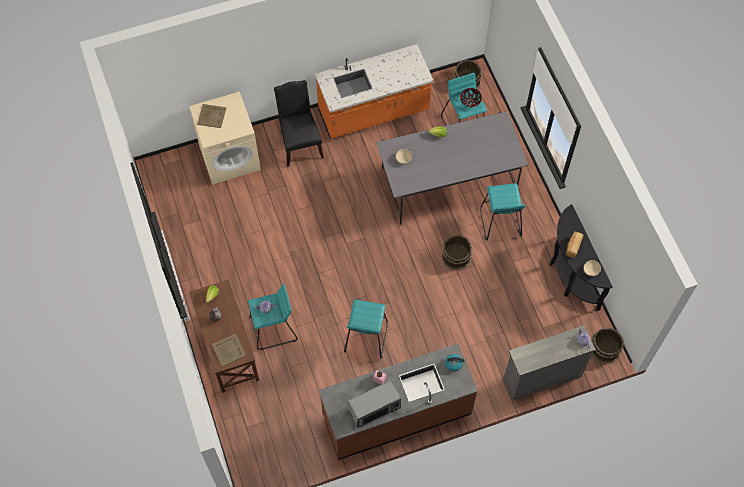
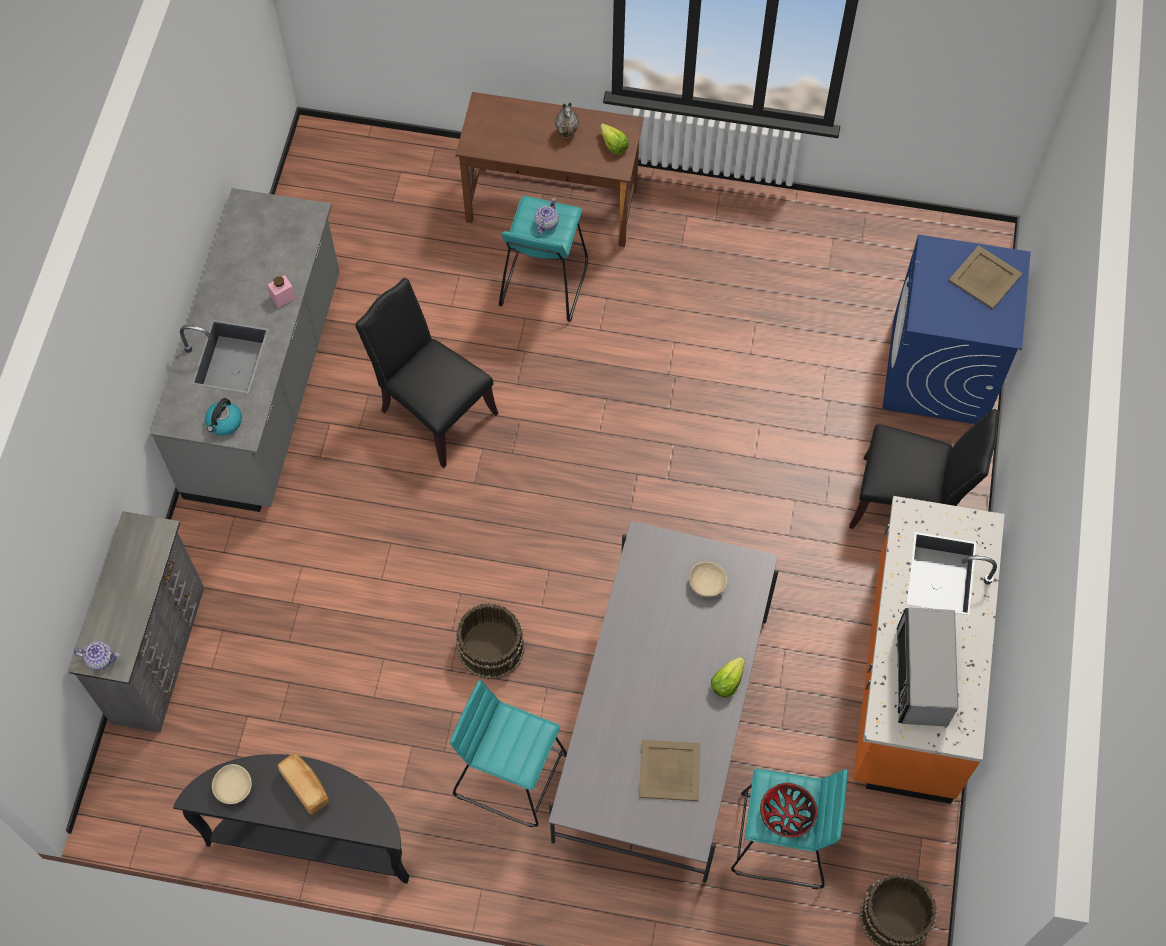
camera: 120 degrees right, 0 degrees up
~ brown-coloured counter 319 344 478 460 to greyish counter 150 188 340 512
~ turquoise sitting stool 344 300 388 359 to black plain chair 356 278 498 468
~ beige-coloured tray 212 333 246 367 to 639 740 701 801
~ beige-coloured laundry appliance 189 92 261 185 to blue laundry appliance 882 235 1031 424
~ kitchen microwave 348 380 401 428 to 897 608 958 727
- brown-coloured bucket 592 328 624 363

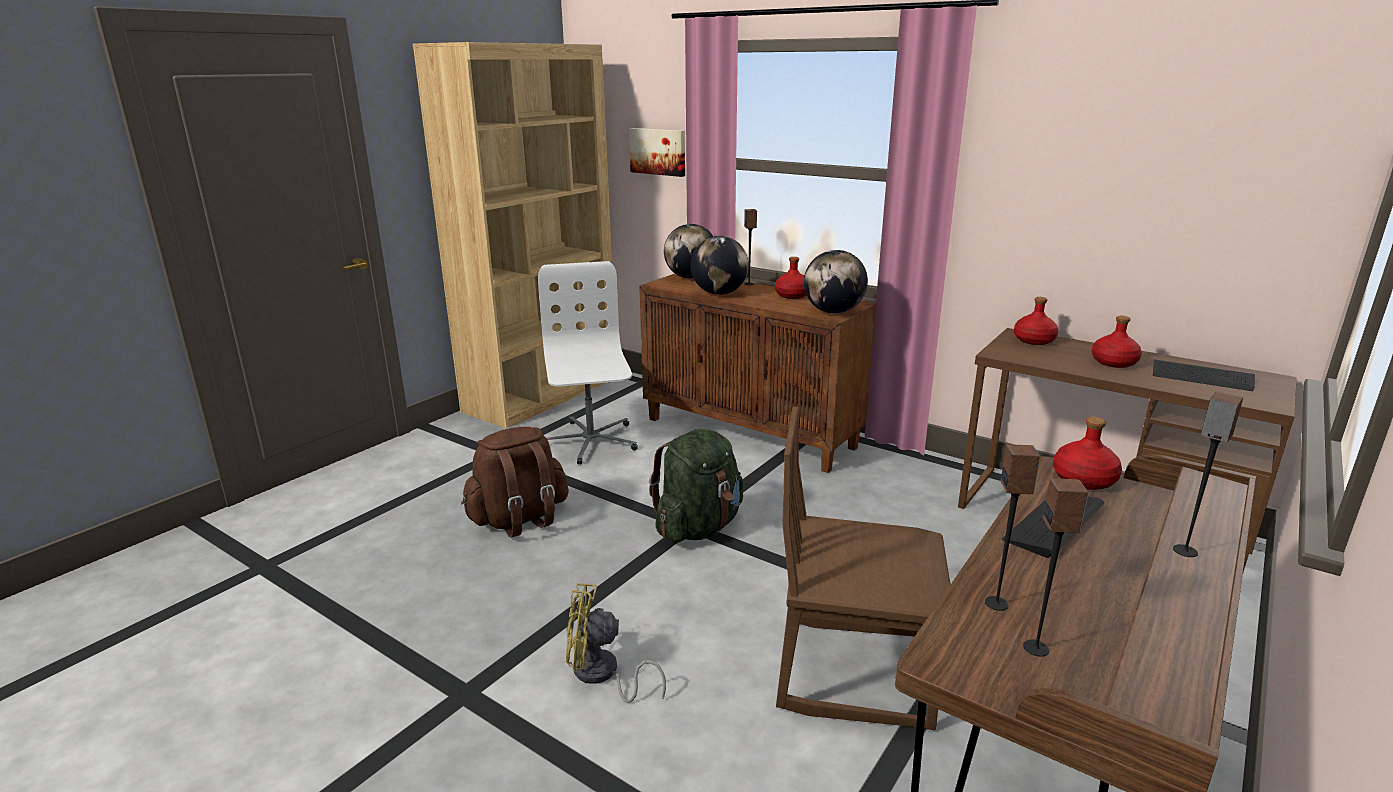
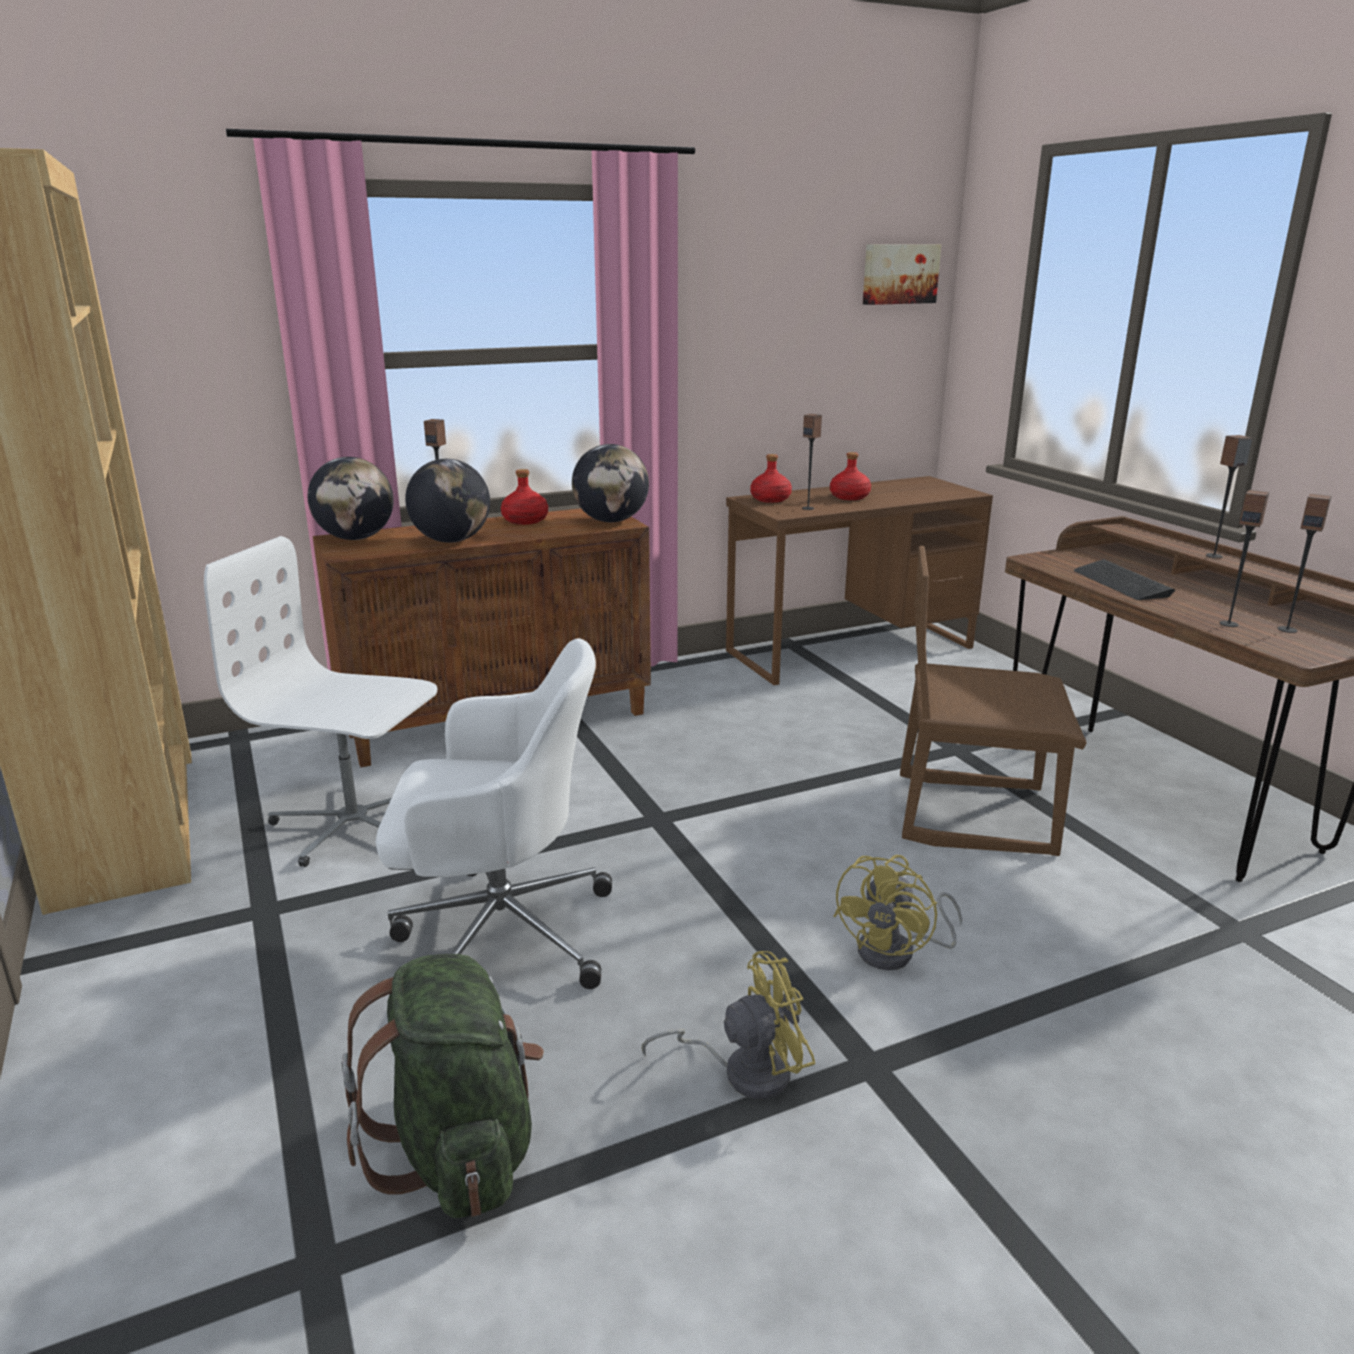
camera: 60 degrees left, 0 degrees up
~ greenish backpack 649 429 743 542 to 342 954 544 1218
~ brown-coloured backpack 461 427 569 538 to white-coloured desk chair 375 638 612 989
+ yellow-coloured cooling fan 641 951 815 1099
+ loudspeaker 802 414 822 510
~ wall art 629 128 685 177 to 863 244 941 305
~ brown-coloured plain chair 776 407 951 730 = 900 546 1087 856 60 degrees clockwise
- red-coloured beverage bottle 1053 417 1122 490
- PC keyboard 1153 360 1255 391

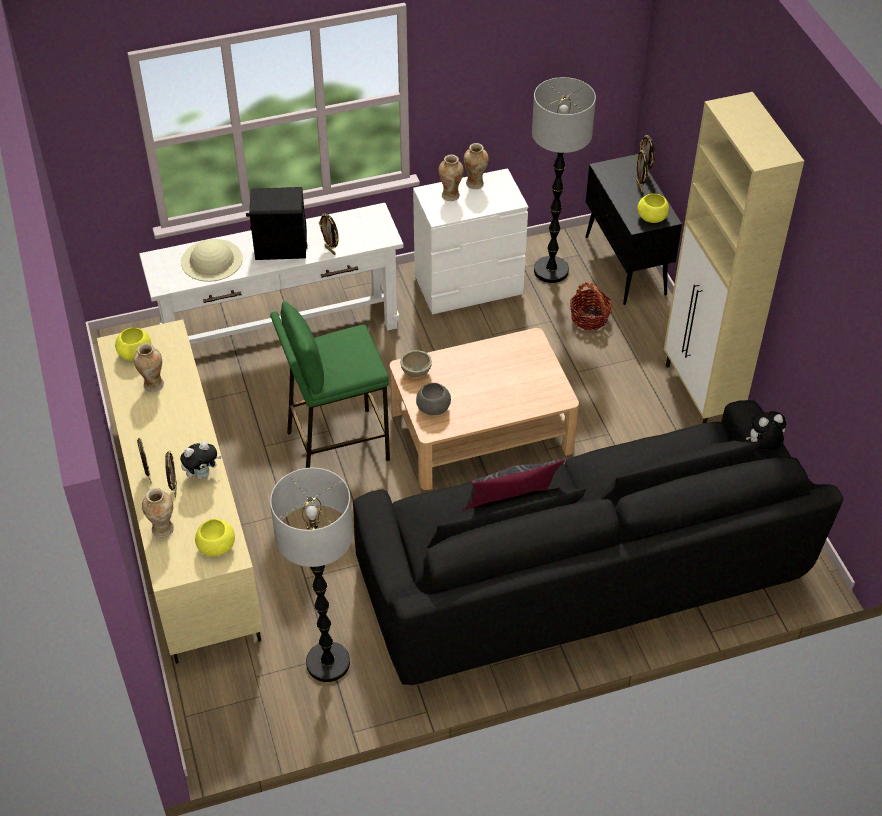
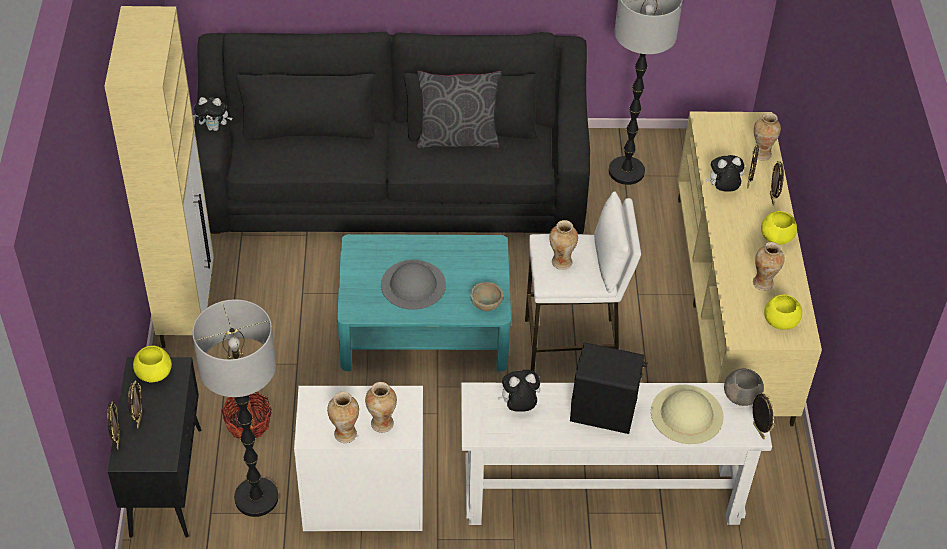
camera: 165 degrees left, 0 degrees up
~ beige-coloured lounge table 389 328 579 490 to turquoise lounge table 337 234 511 372
+ greyish hat 381 260 446 310
+ soft toy 497 370 540 412
~ greenish sitting stool 270 302 390 468 to white-coloured sitting stool 525 191 641 371
+ decorative vase 549 220 578 270
~ greyish deep dish 416 383 451 415 to 724 369 764 406
~ standing frame 319 214 339 255 to 753 392 775 440
~ yellow-coloured deep dish 195 519 235 556 to 761 211 797 245

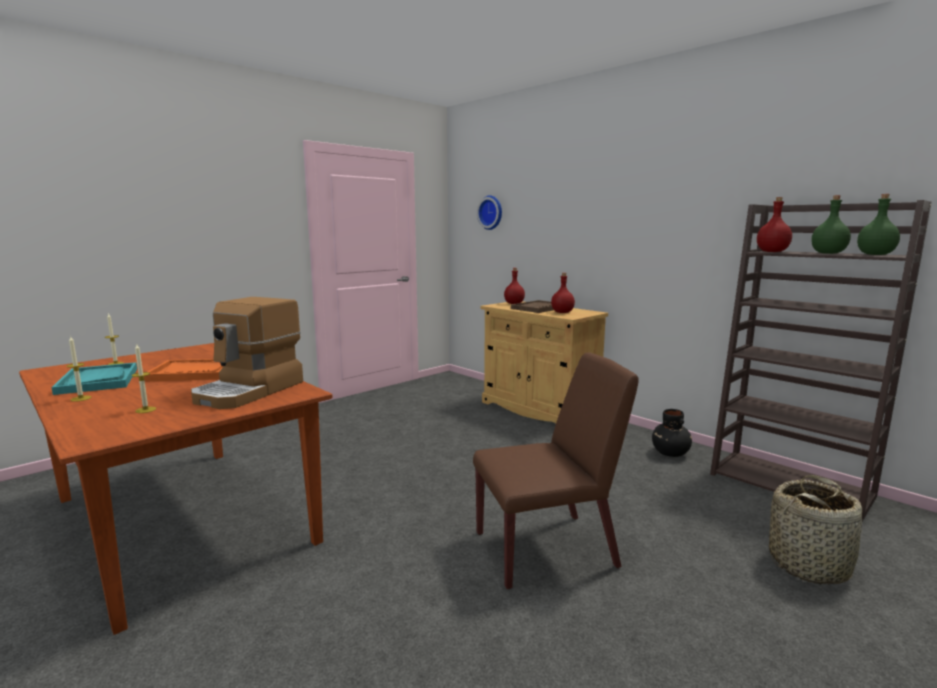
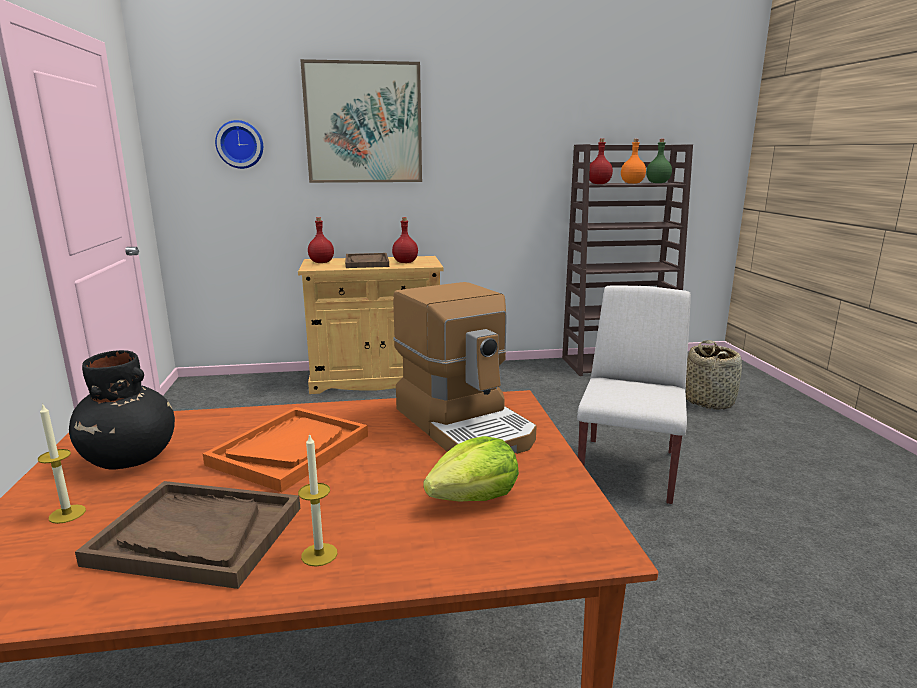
camera: 55 degrees left, 5 degrees up
~ black decorative vase 652 409 692 457 to 69 350 175 470
~ turquoise tray 51 362 137 395 to brown-coloured tray 75 481 300 589
+ wall art 300 59 422 183
~ wax candle 132 343 156 413 to head of lettuce 423 436 519 502
~ brown-coloured plain chair 473 352 639 589 to white-coloured plain chair 577 285 691 505
~ greenish beverage bottle 811 195 851 254 to orange beverage bottle 621 139 646 184

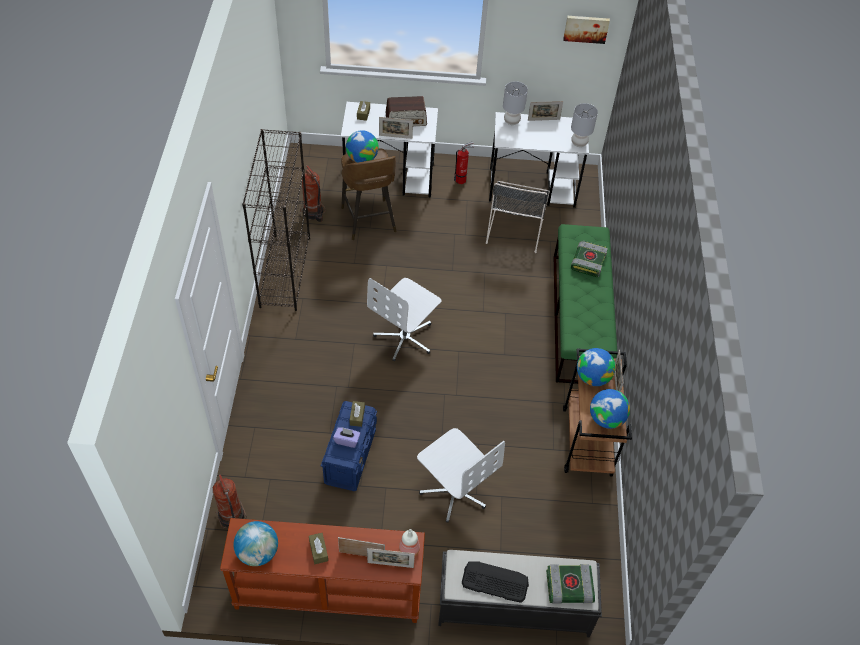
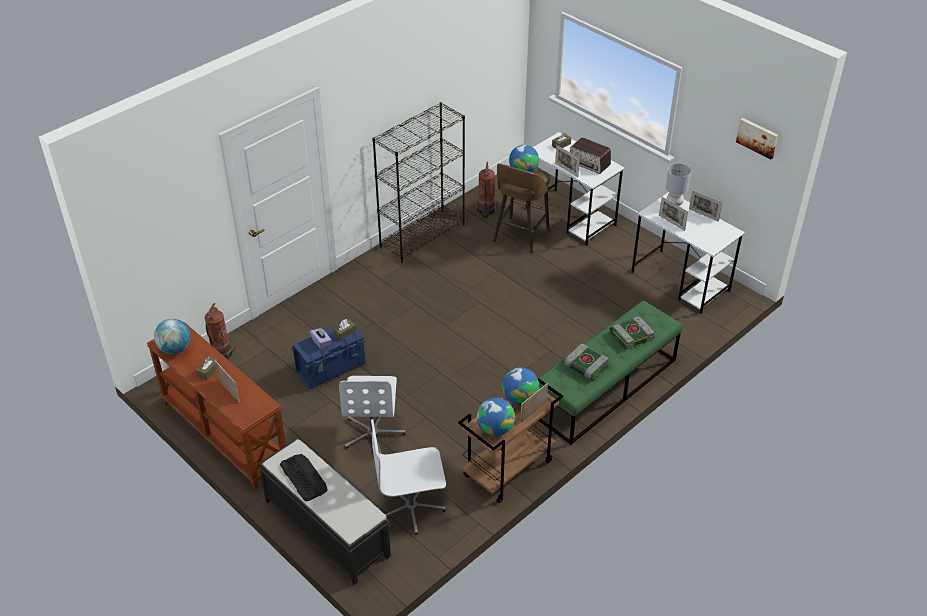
camera: 45 degrees right, 10 degrees down
~ white-coloured desk chair 367 278 441 361 to 371 419 446 535
~ bound book 546 564 595 603 to 563 343 609 381
~ standing frame 367 548 415 568 to 659 197 688 231
- beverage bottle 399 529 420 556
- fire-fighting cylinder 454 142 474 184
- black plain chair 486 181 550 253
- greyish lamp for a table 571 103 598 147

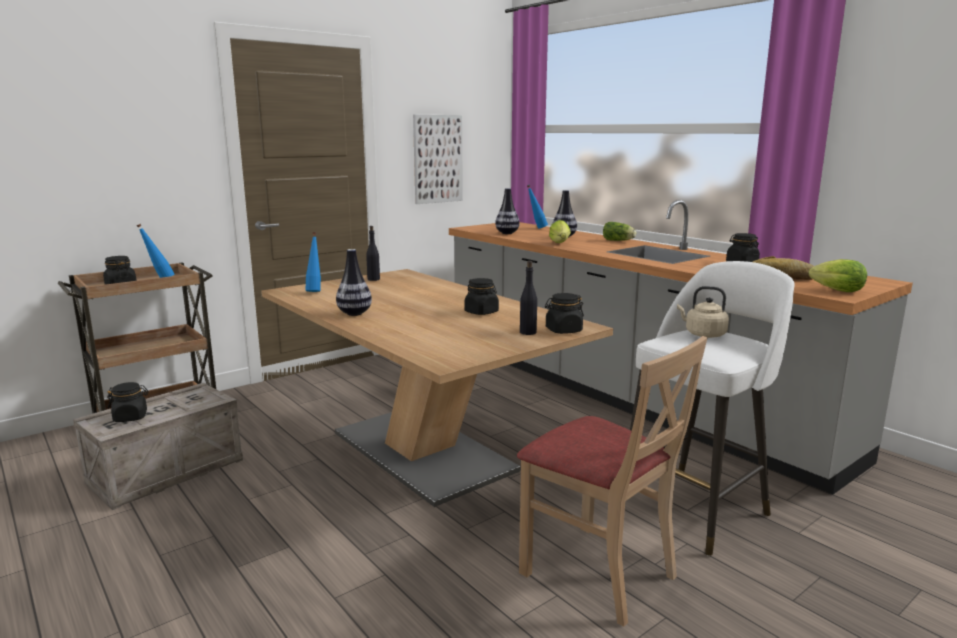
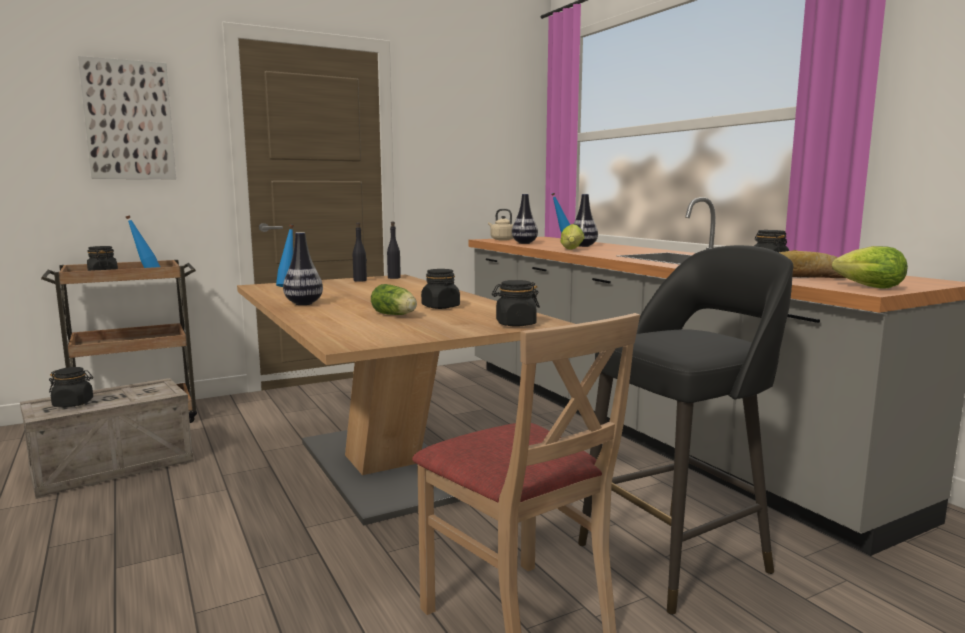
camera: 10 degrees right, 5 degrees down
~ wall art 413 114 463 204 to 78 56 176 179
~ head of lettuce 603 222 636 241 to 371 284 417 315
~ black beverage bottle 520 261 537 335 to 387 222 401 279
~ beige-coloured tea kettle 677 286 729 338 to 488 209 513 241
~ white-coloured sitting stool 630 261 794 556 to black sitting stool 578 245 793 615

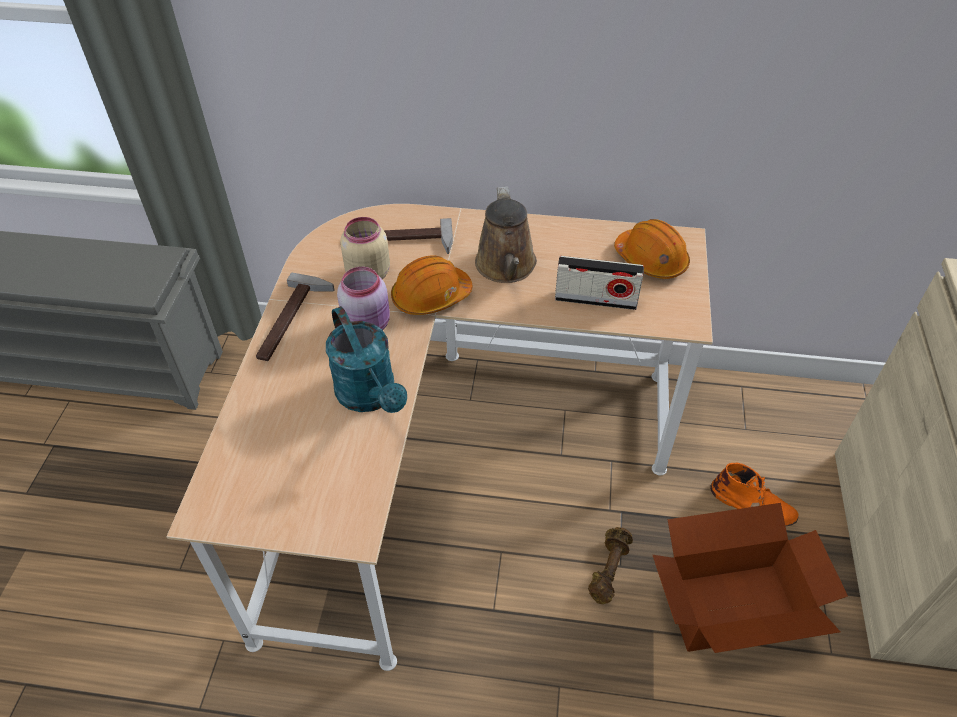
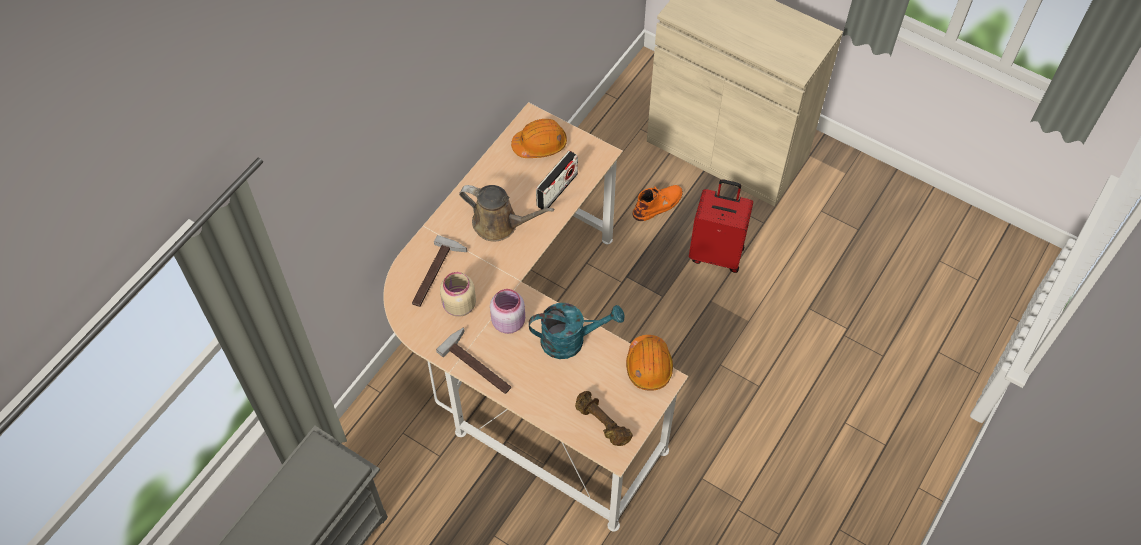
camera: 65 degrees left, 10 degrees up
~ brown-coloured dumbbell 588 527 633 604 to 575 391 633 446
~ orange safety helmet 391 255 472 315 to 626 335 673 391
~ carton 653 503 848 653 to red-coloured travel case 689 179 753 273

